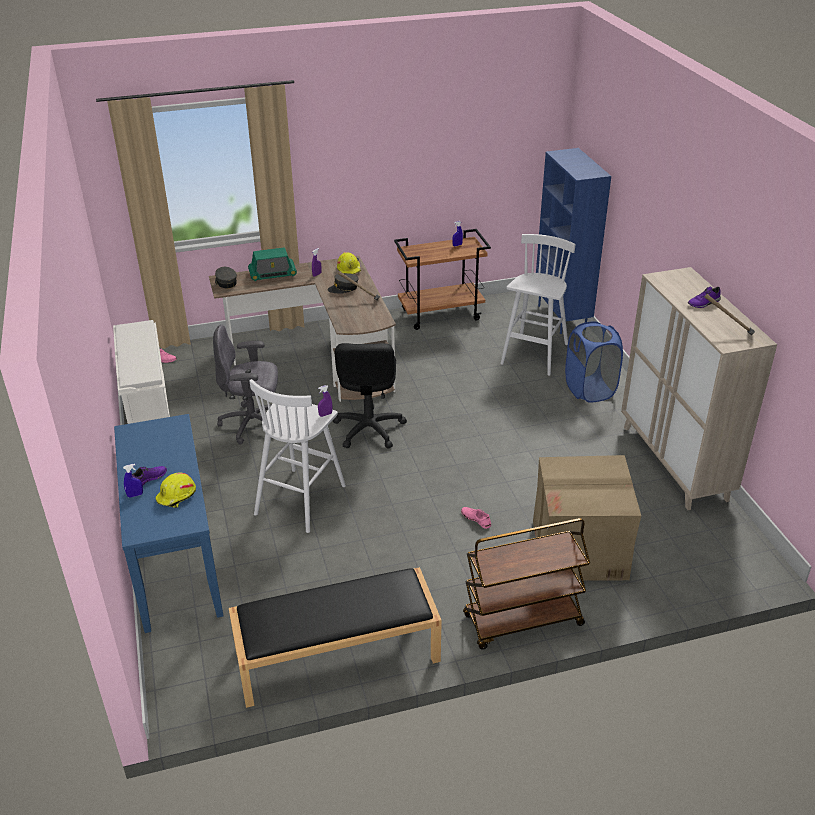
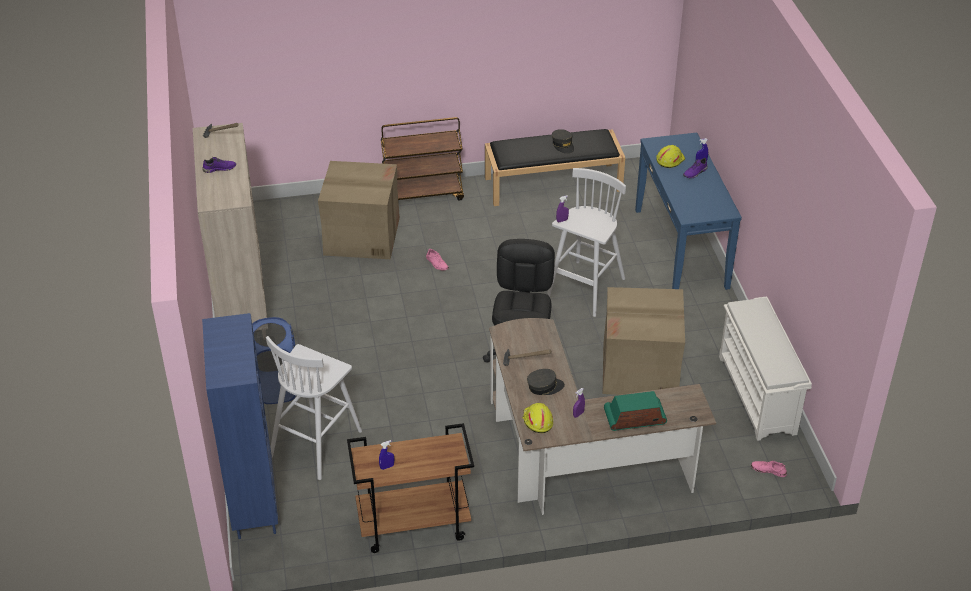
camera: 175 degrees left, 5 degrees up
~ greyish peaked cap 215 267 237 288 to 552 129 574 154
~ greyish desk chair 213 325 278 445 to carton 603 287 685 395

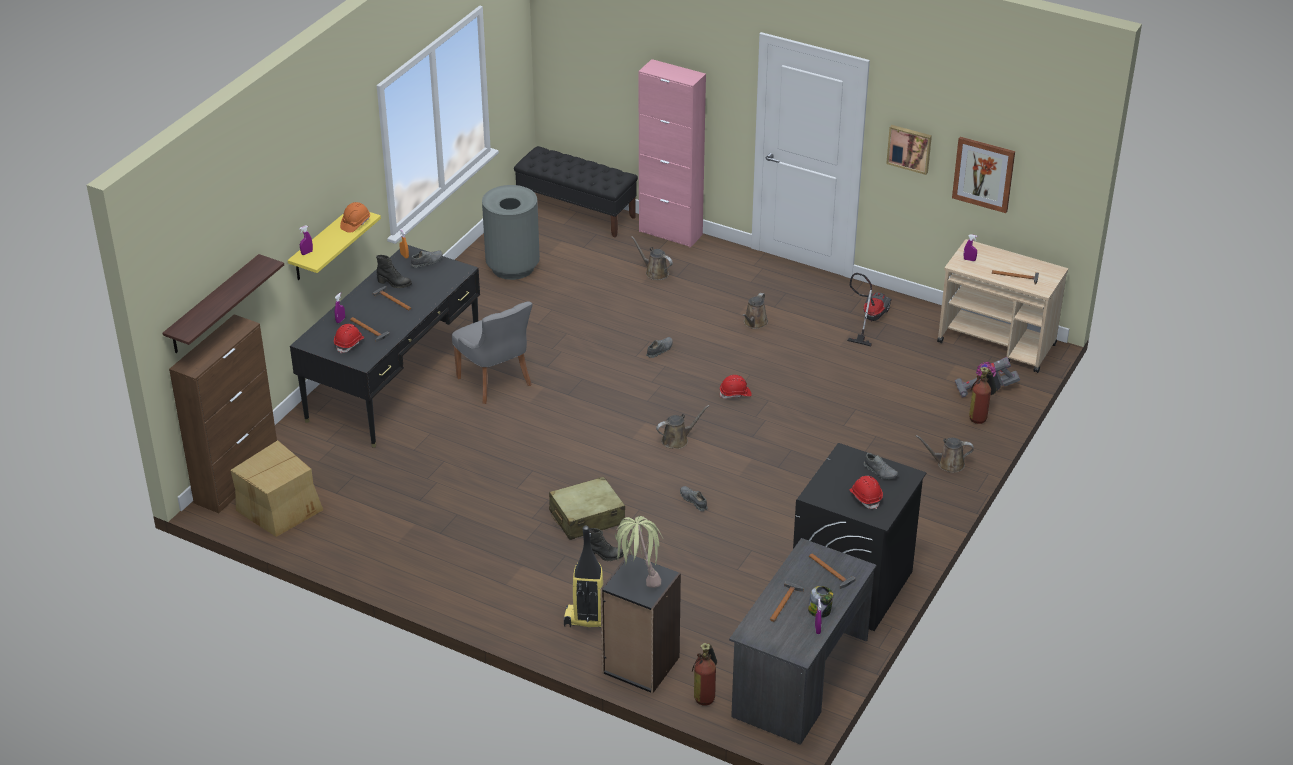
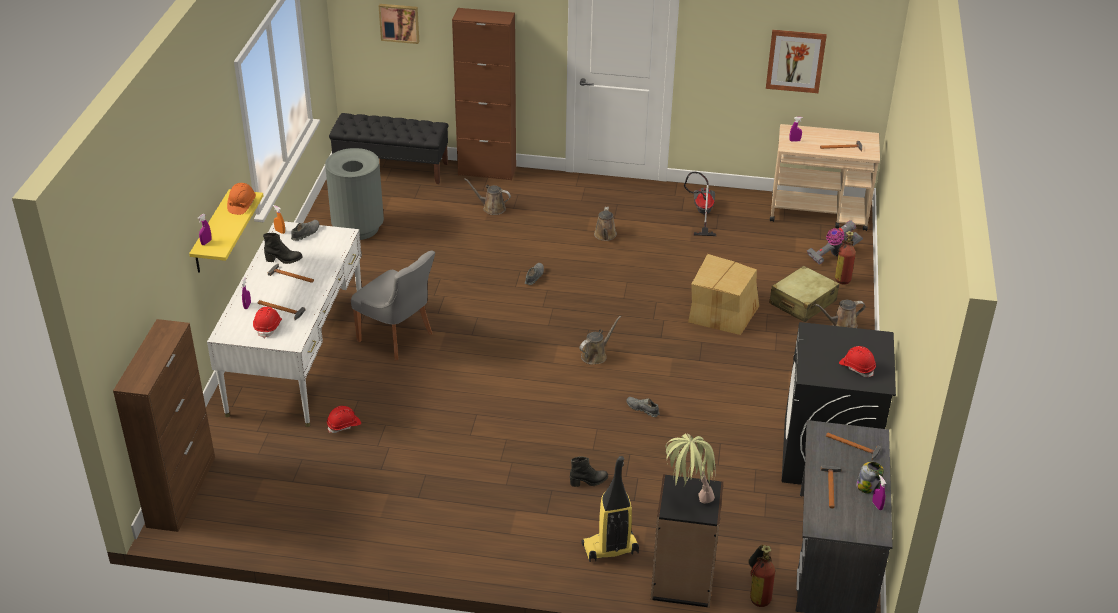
camera: 20 degrees left, 0 degrees up
~ black desk unit 290 245 480 448 to white-coloured desk unit 207 221 362 427
~ red-coloured safety helmet 720 375 752 399 to 327 406 361 433
~ wall art 886 125 932 175 to 379 4 419 44
~ pink storage cabinet 639 59 706 248 to brown-coloured storage cabinet 452 8 516 181
~ carton 231 440 323 537 to 688 254 759 335
~ beige-coloured travel case 549 476 625 540 to 769 265 839 322
- bracket shelf 163 254 284 353
- greyish shoe 864 453 898 479

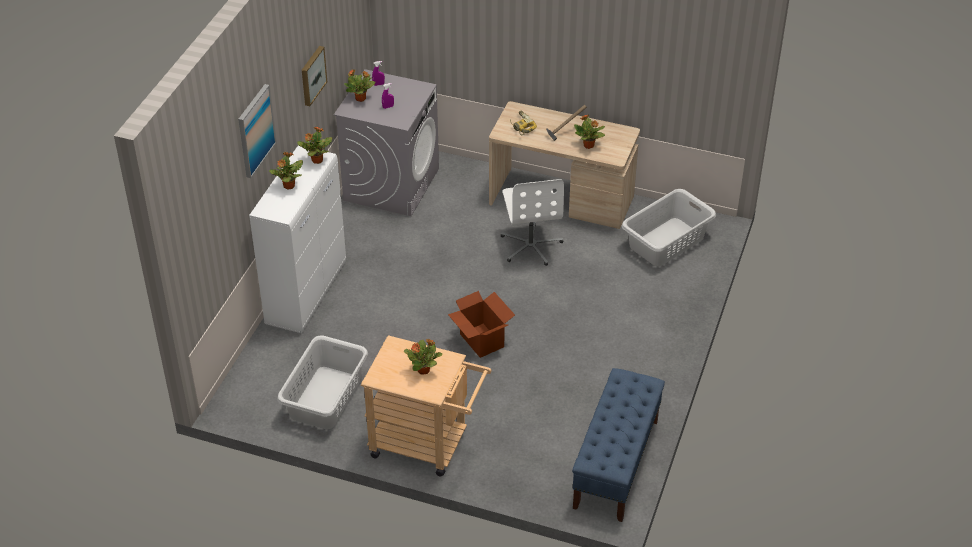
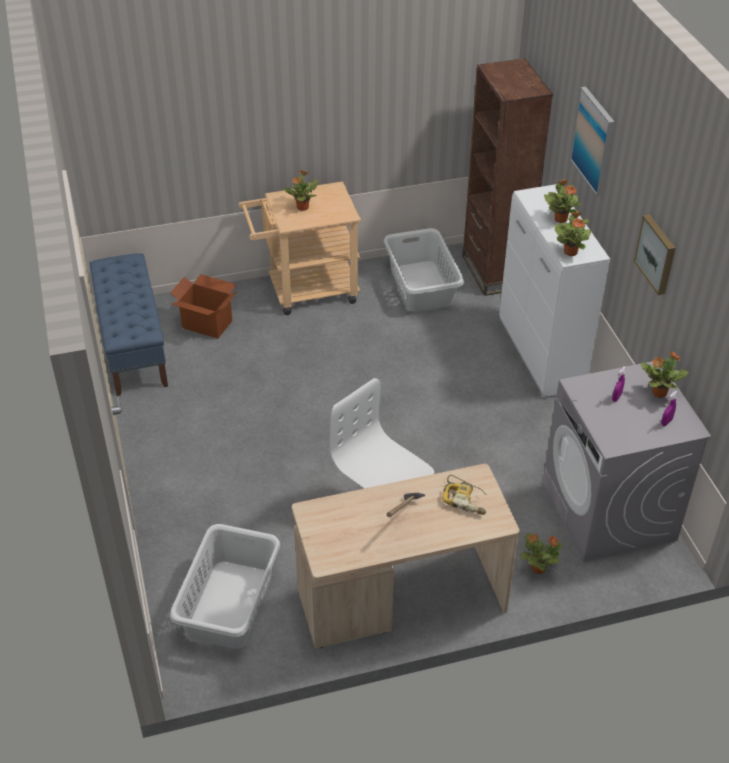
camera: 145 degrees right, 0 degrees up
~ carton 448 291 515 358 to 170 274 237 339
+ brown-coloured bookcase 462 58 553 296
~ houseplant 574 115 605 149 to 520 533 562 574

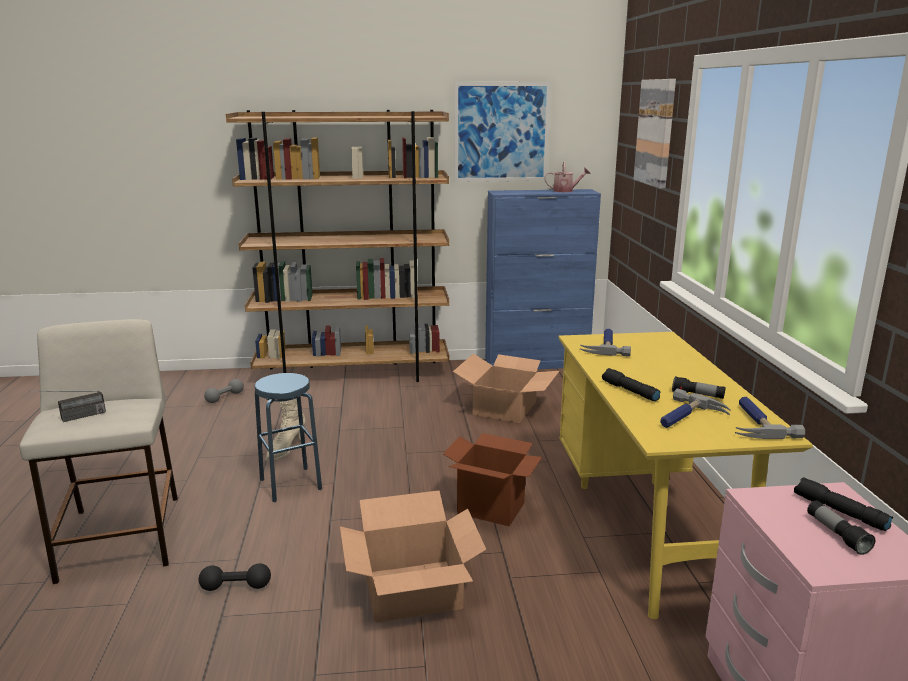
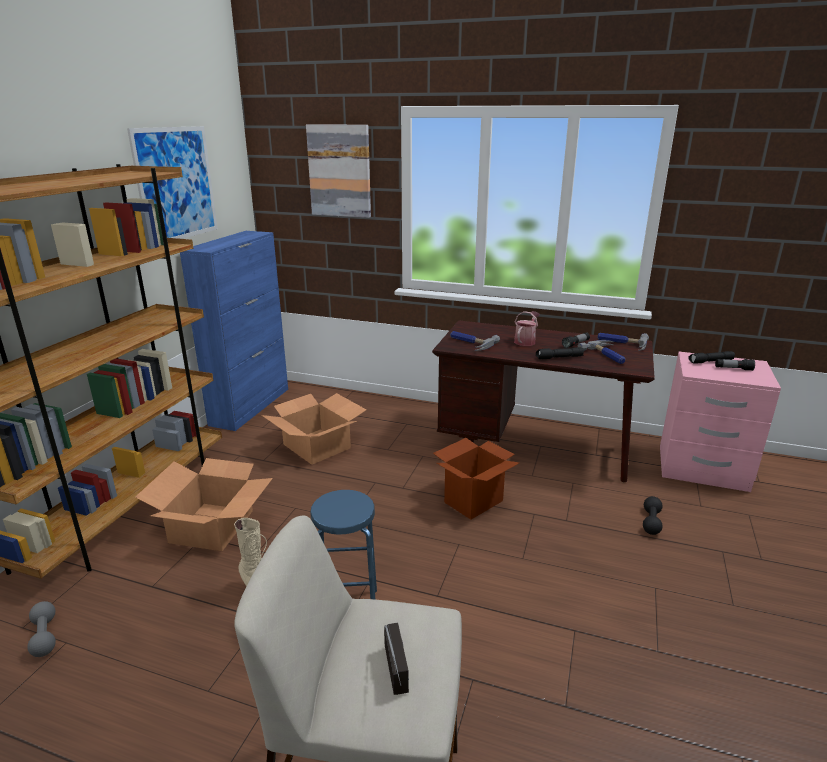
camera: 65 degrees left, 5 degrees up
~ carton 340 490 486 623 to 135 458 273 551
~ yellow-coloured desk unit 558 332 813 619 to brown-coloured desk unit 432 320 655 482
~ sprinkling can 544 162 591 192 to 514 311 540 346
~ black dumbbell 198 563 271 591 to 643 496 663 535

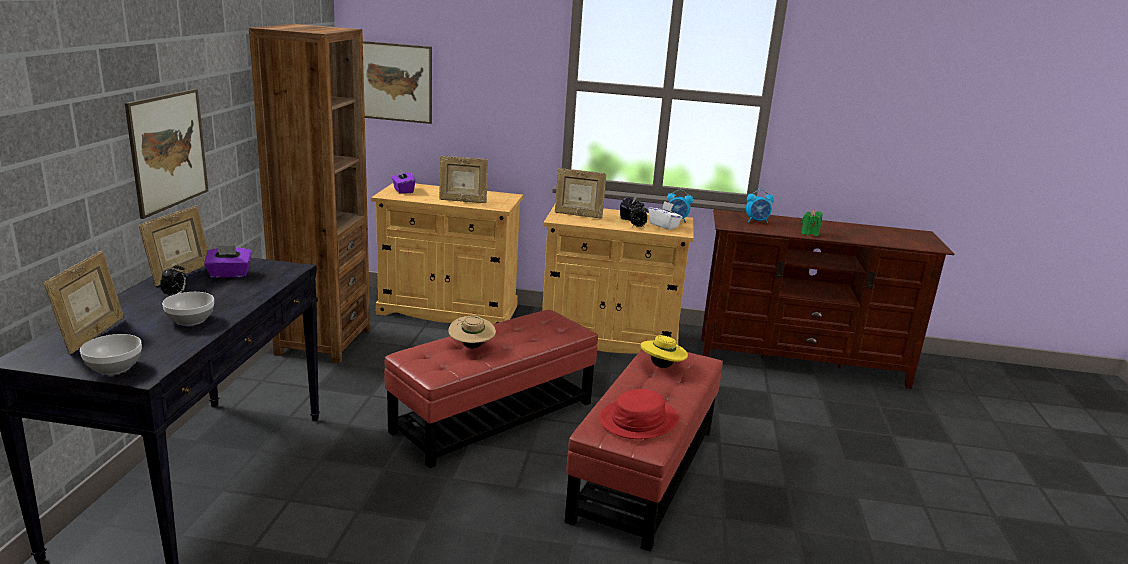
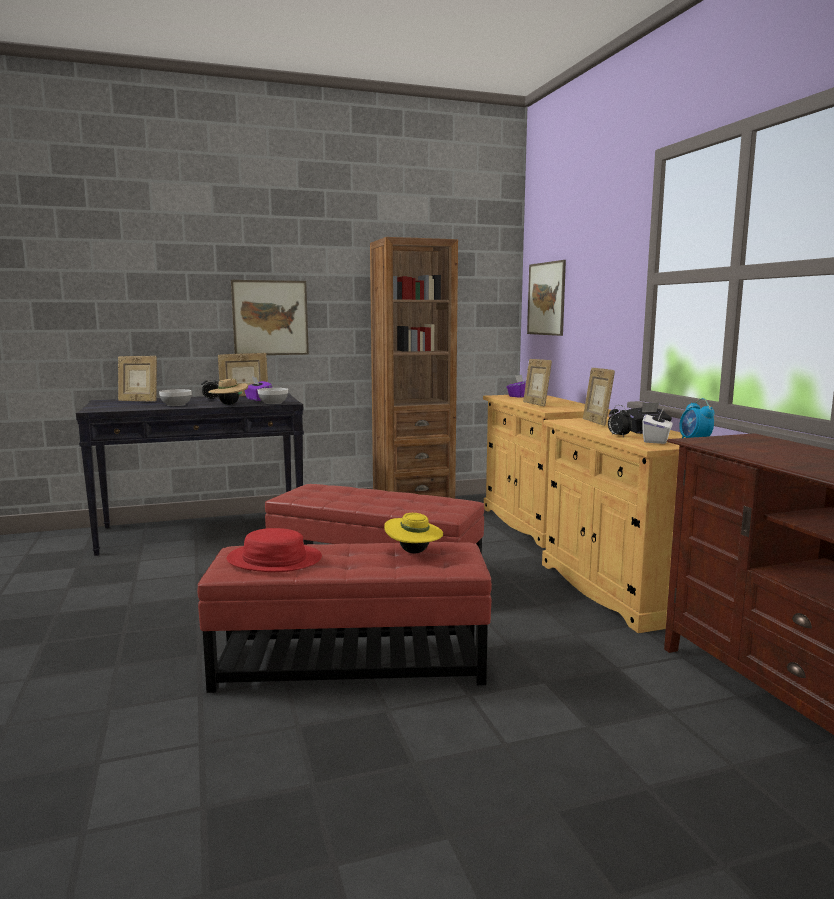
camera: 65 degrees right, 10 degrees down
~ standing frame 44 251 124 354 = 118 356 157 402 45 degrees clockwise
~ beige-coloured hat 448 316 496 348 to 209 378 248 405
~ deep dish 80 334 142 375 to 258 388 288 404
- table clock 746 189 774 223
- greenish wax candle 801 210 822 236

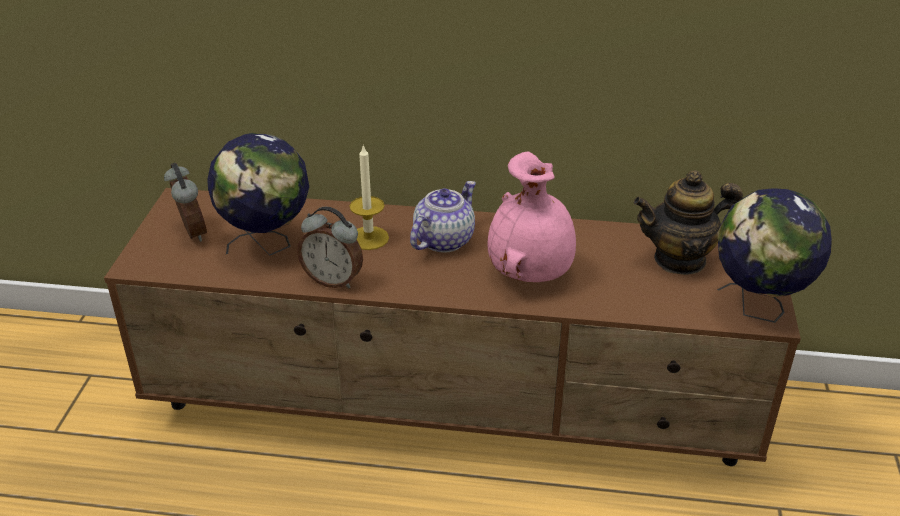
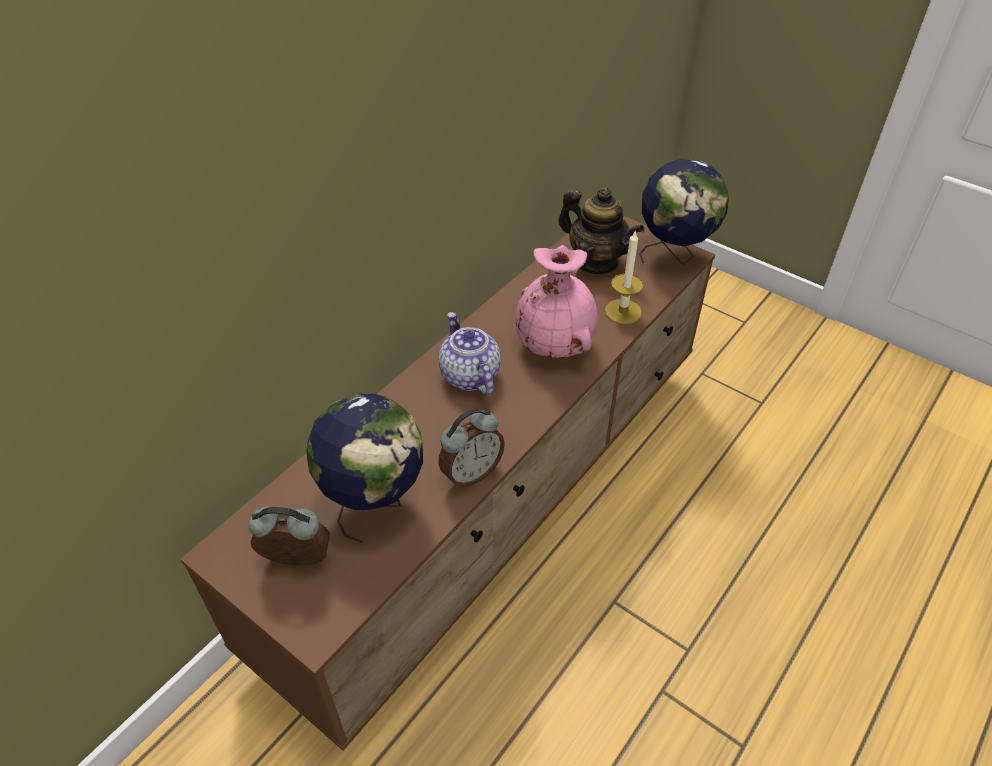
camera: 60 degrees left, 10 degrees up
~ tea pot 633 170 743 275 = 558 187 645 274 75 degrees counterclockwise
~ wax candle 350 145 389 250 to 605 230 644 324

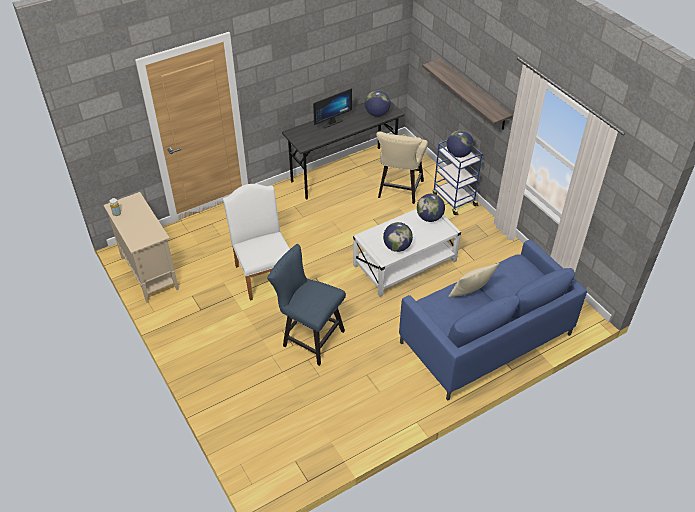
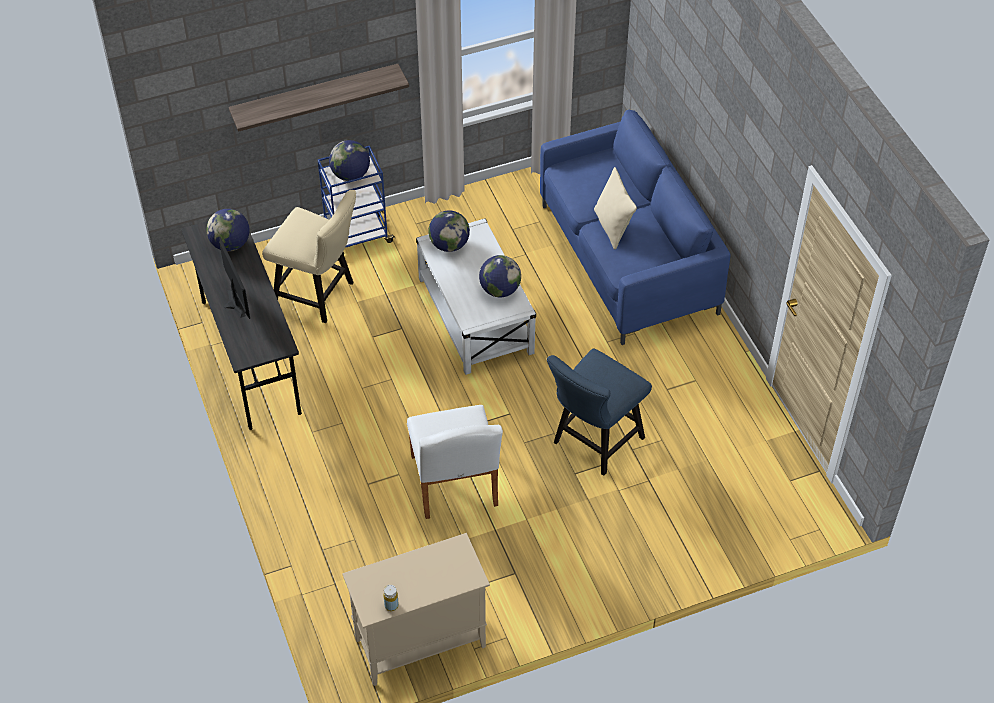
camera: 80 degrees left, 5 degrees up
~ white-coloured plain chair 223 184 290 301 = 407 405 503 519 90 degrees counterclockwise

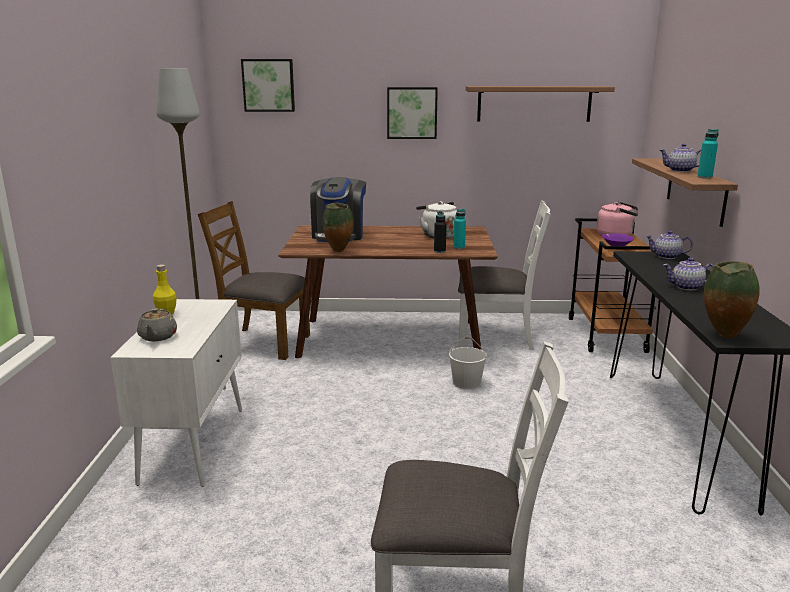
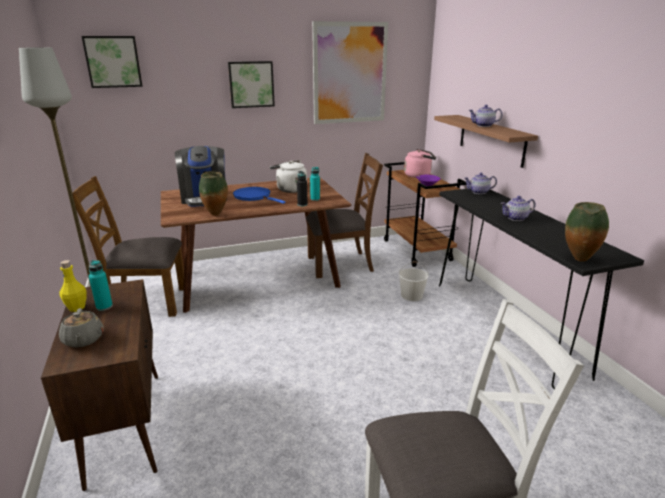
camera: 20 degrees left, 5 degrees up
~ white-coloured storage cabinet 110 299 242 487 to brown-coloured storage cabinet 41 279 158 491
~ turquoise beverage bottle 697 129 719 179 to 89 260 113 311
+ blue pan 233 187 286 204
~ white-coloured plain chair 458 200 551 350 to brown-coloured plain chair 306 153 383 278
~ bracket shelf 466 86 615 122 to wall art 312 21 388 124
~ white-coloured bucket 449 337 487 389 to 399 261 428 301

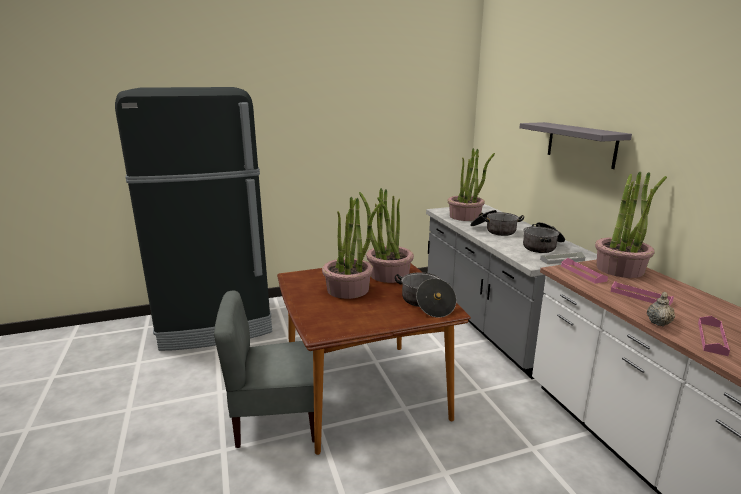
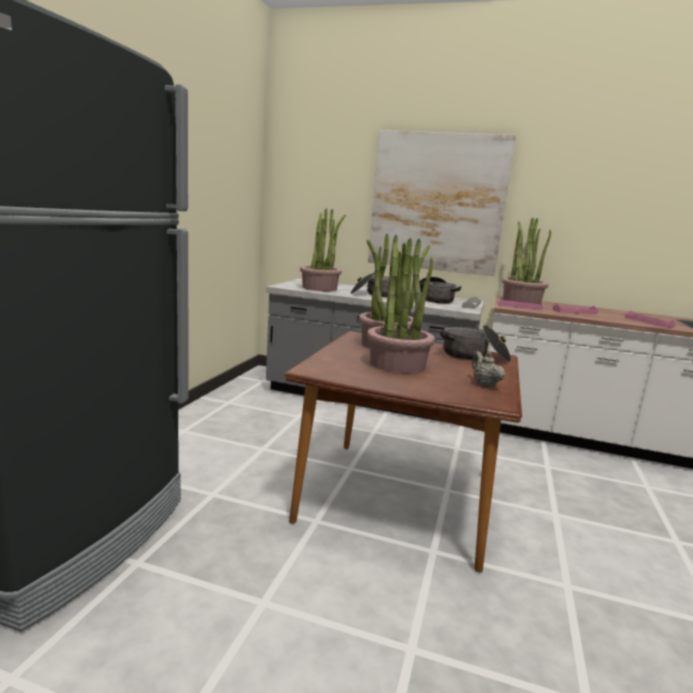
camera: 55 degrees left, 5 degrees down
~ greyish bracket shelf 520 122 632 169 to wall art 368 130 516 276
~ beige-coloured tea pot 647 292 675 327 to 472 351 505 387
- greyish plain chair 214 290 315 448

